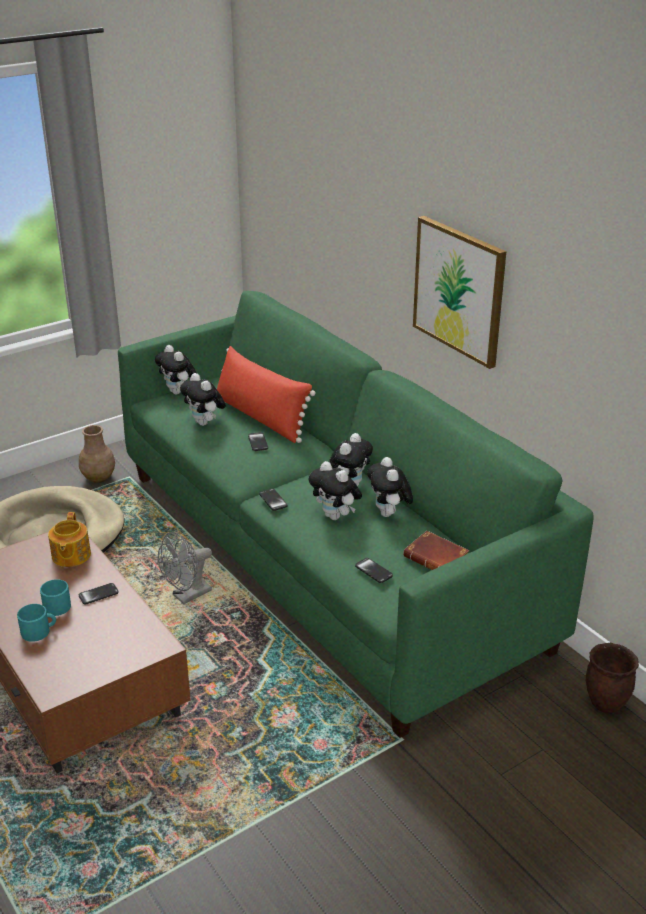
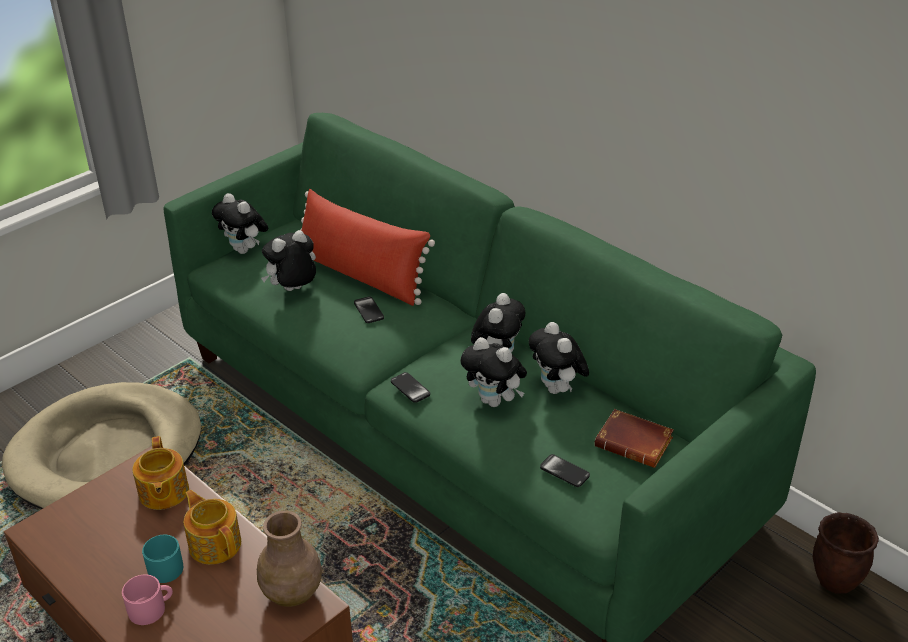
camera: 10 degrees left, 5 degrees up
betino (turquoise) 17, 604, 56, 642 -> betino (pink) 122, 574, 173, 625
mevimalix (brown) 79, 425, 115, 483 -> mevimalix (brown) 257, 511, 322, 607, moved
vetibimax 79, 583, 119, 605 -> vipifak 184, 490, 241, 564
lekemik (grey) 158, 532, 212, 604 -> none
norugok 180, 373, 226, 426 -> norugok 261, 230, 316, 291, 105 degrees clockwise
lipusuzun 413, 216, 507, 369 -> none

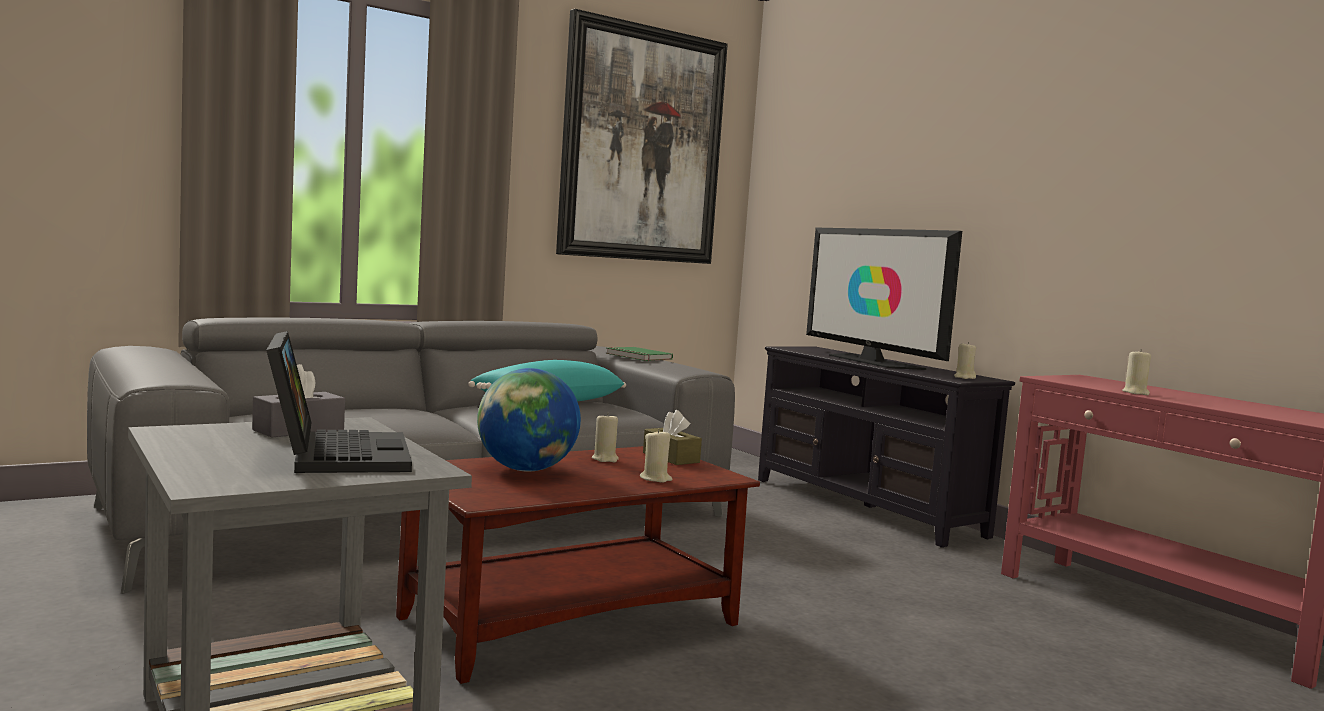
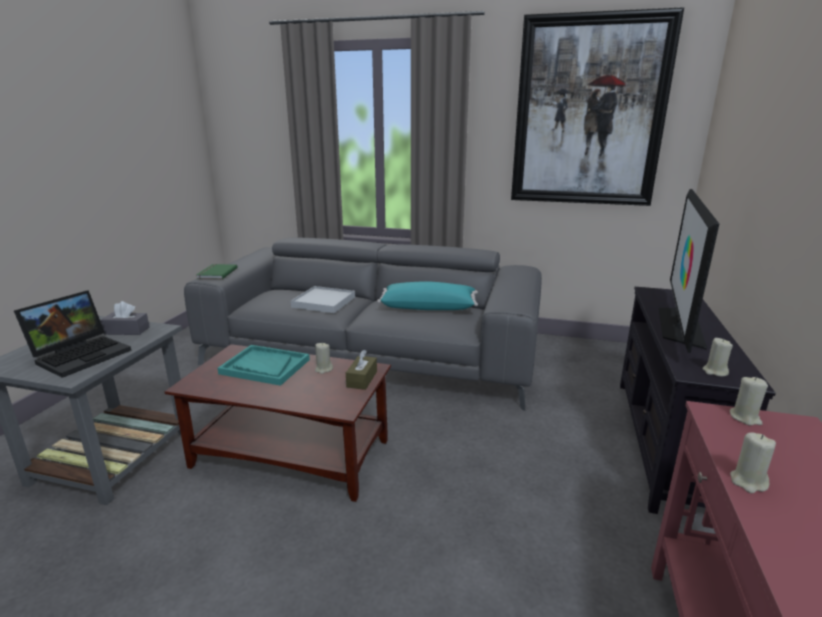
camera: 50 degrees right, 15 degrees up
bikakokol 477, 368, 581, 472 -> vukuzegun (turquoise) 217, 345, 310, 386
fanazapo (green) 606, 347, 673, 361 -> fanazapo (green) 196, 264, 237, 279, moved
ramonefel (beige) 640, 429, 672, 483 -> ramonefel (beige) 730, 377, 768, 426, moved
none -> vukuzegun (white) 291, 286, 355, 313

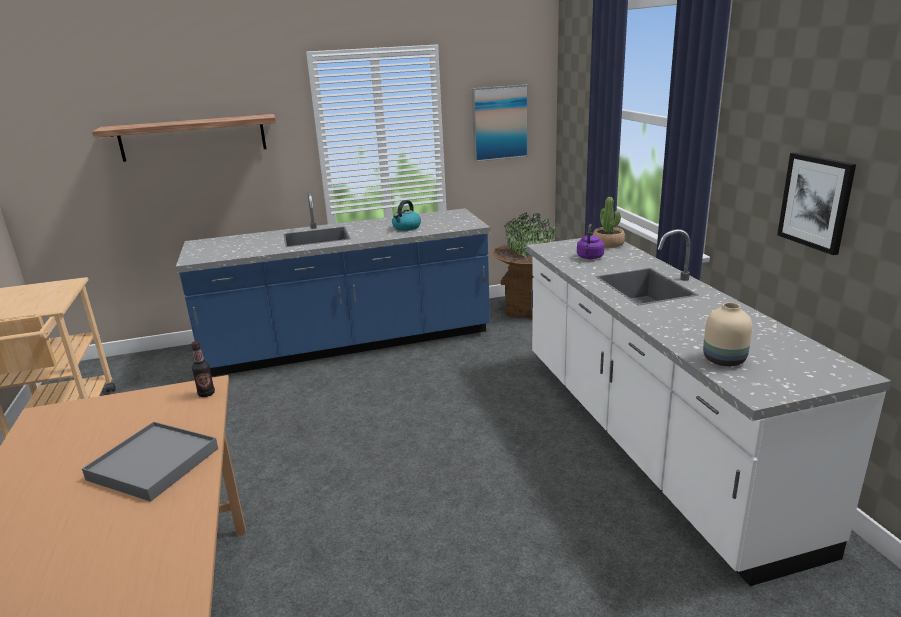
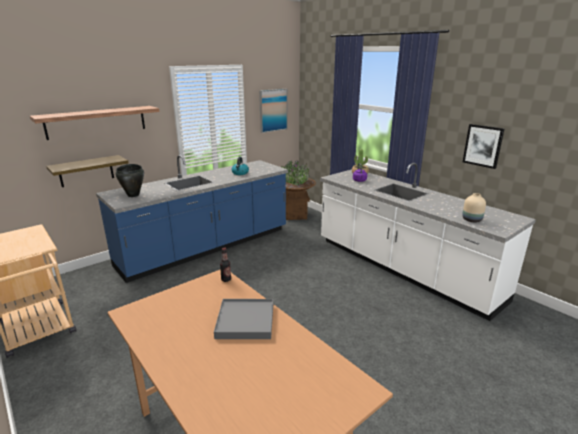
camera: 25 degrees left, 0 degrees up
none -> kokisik 46, 155, 128, 187
none -> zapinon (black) 116, 164, 144, 197

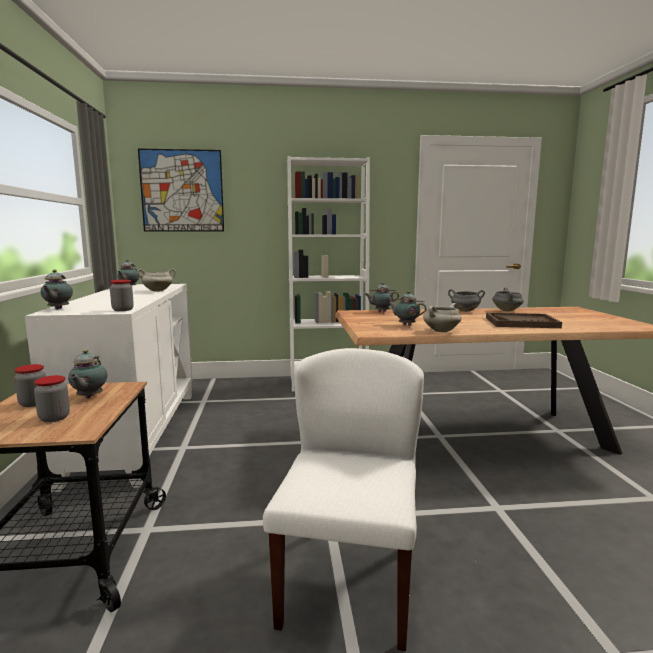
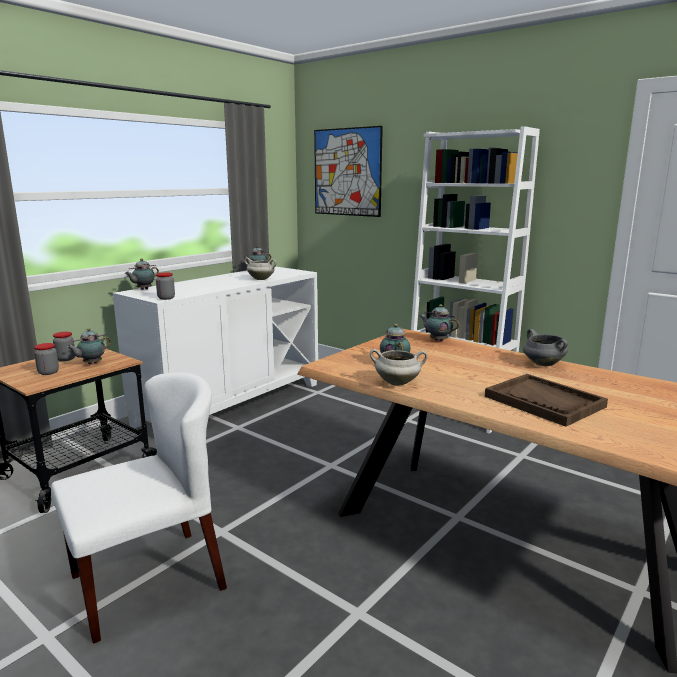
camera: 45 degrees right, 5 degrees up
zapinon (grey) 492, 288, 524, 311 -> none

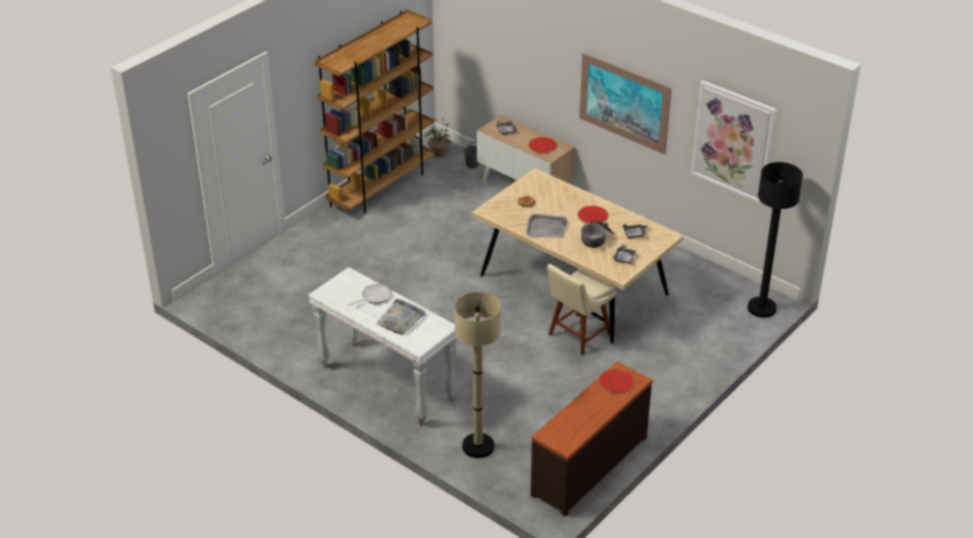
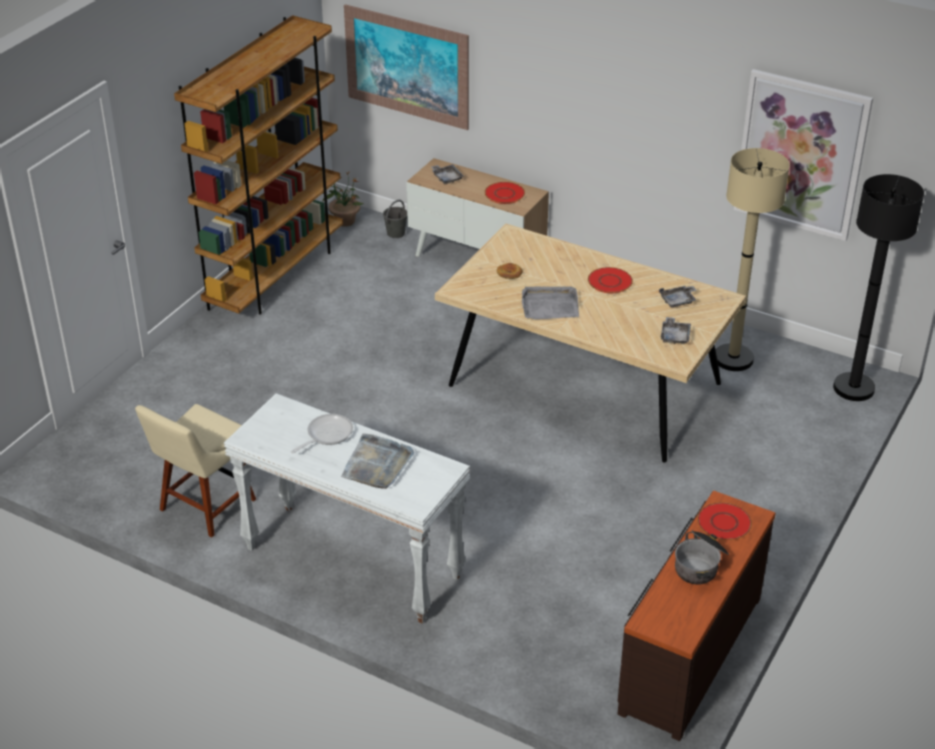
camera: 10 degrees left, 0 degrees up
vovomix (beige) 454, 292, 501, 458 -> vovomix (beige) 716, 148, 790, 371, moved
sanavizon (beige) 547, 264, 616, 355 -> sanavizon (beige) 135, 404, 256, 537, moved
lipusuzun 579, 53, 672, 154 -> lipusuzun 344, 4, 469, 130, moved
zapinon 581, 220, 614, 248 -> zapinon 675, 531, 729, 584, moved

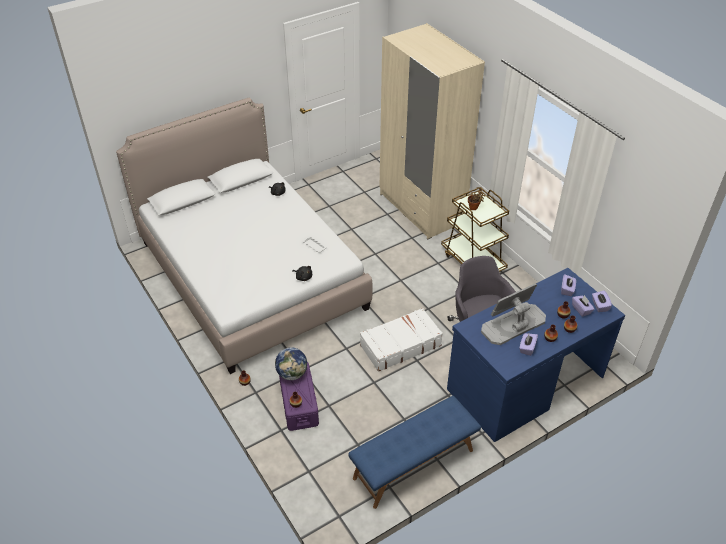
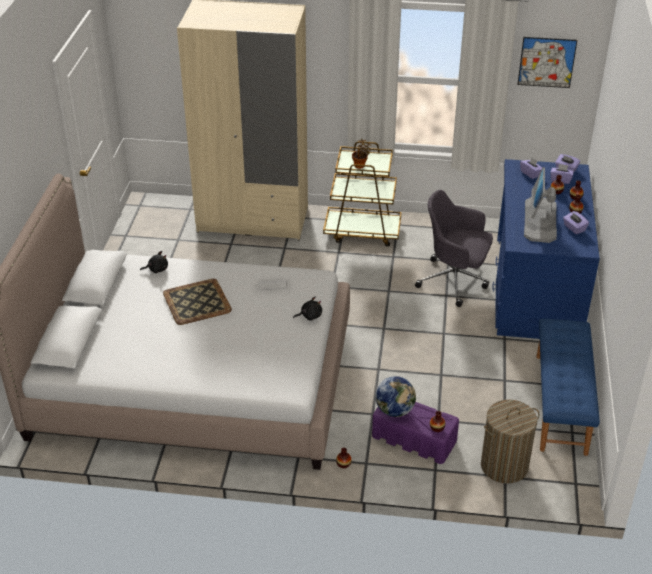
camera: 50 degrees left, 5 degrees down
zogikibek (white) 360, 308, 443, 372 -> none
none -> vukuzegun 163, 279, 232, 325
none -> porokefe 481, 400, 539, 483
none -> lipusuzun 517, 37, 577, 88

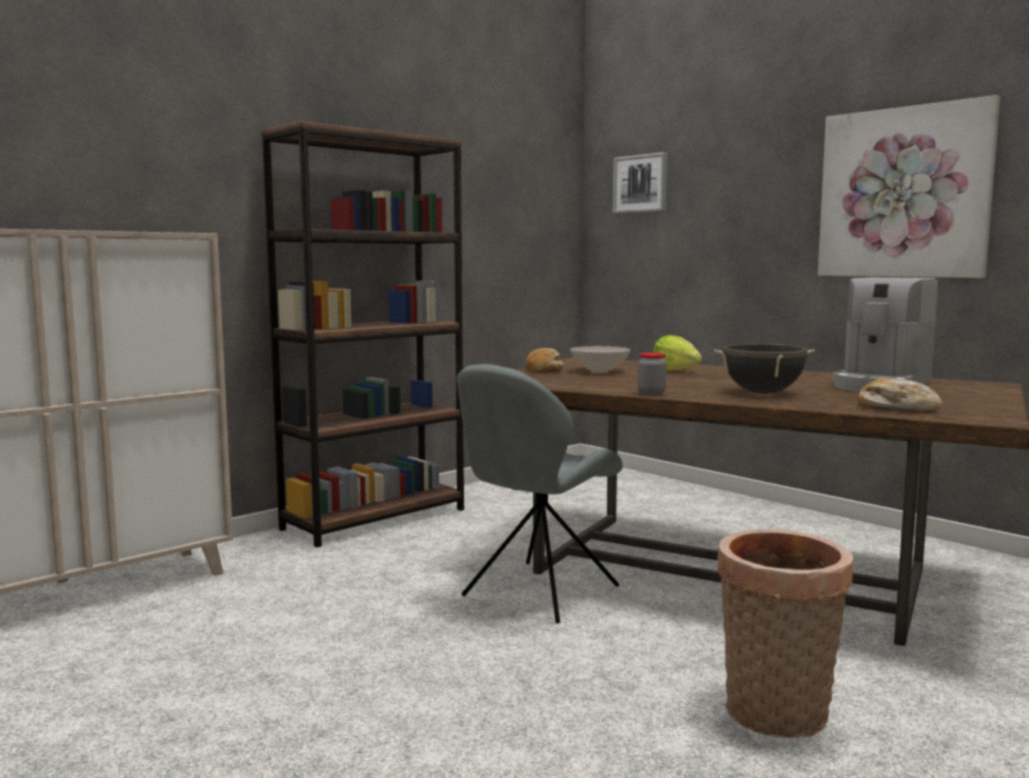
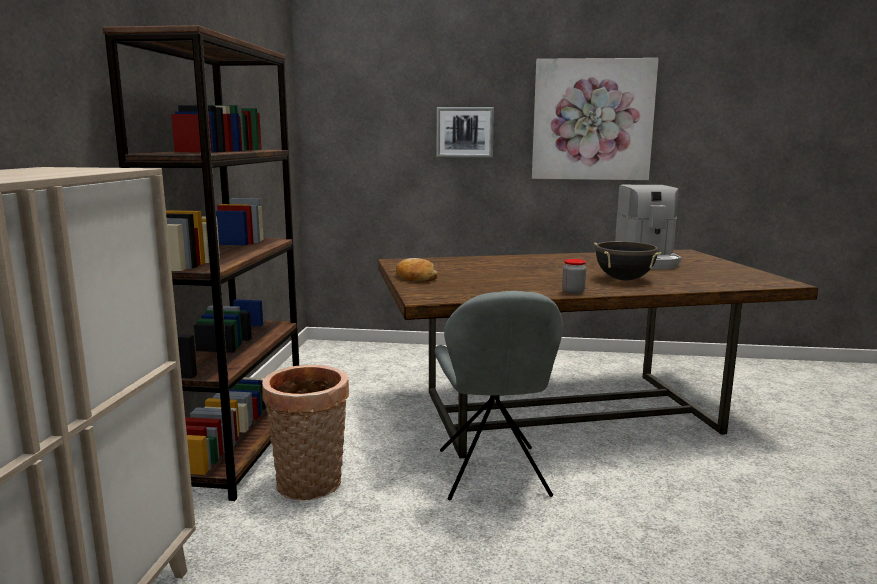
camera: 40 degrees left, 5 degrees up
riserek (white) 570, 346, 630, 373 -> none
lipusuzun 613, 152, 668, 214 -> lipusuzun 437, 107, 494, 158, moved
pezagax 653, 335, 702, 371 -> none
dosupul 717, 529, 853, 738 -> dosupul 262, 365, 349, 500, moved
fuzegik 858, 378, 942, 412 -> none

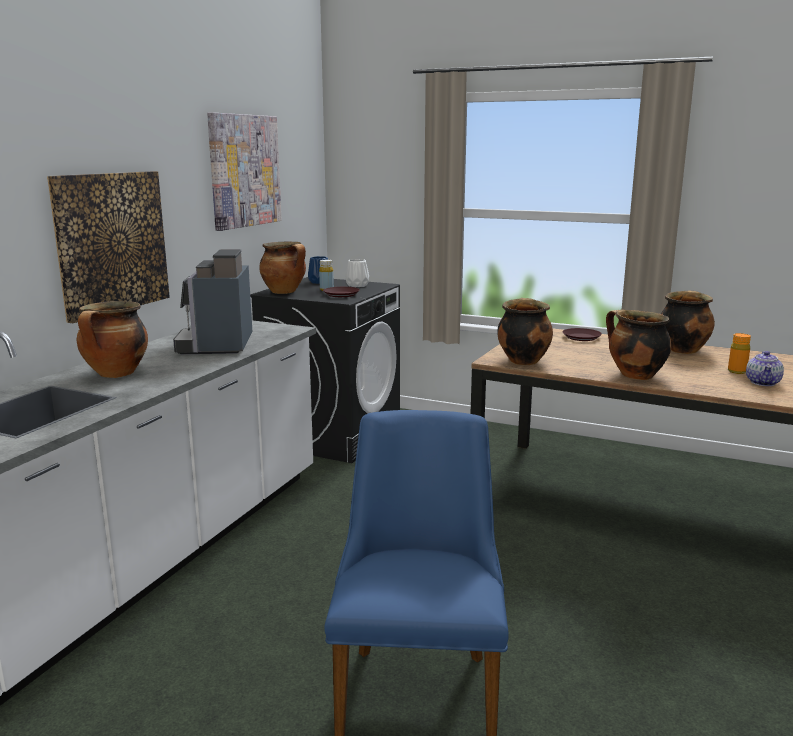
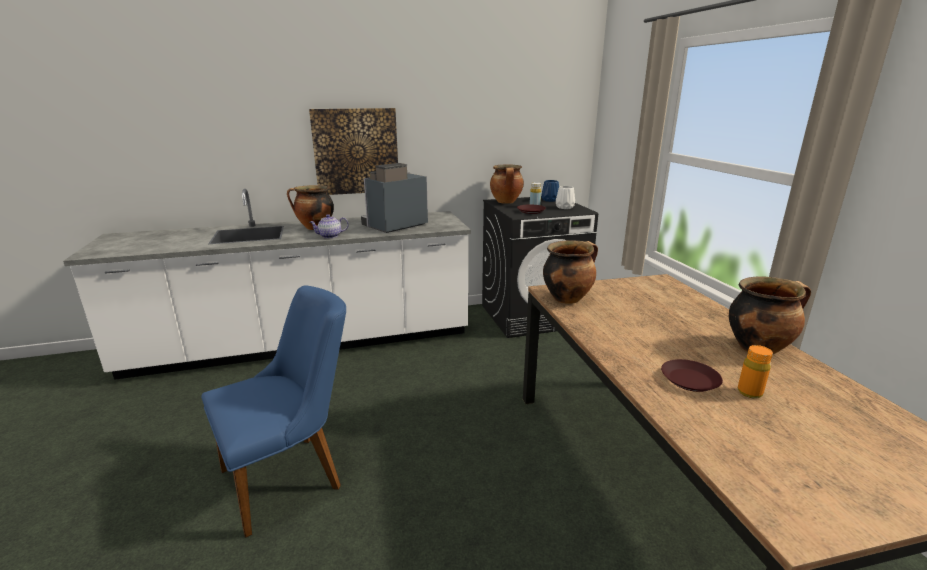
camera: 50 degrees right, 5 degrees up
lipusuzun 207, 112, 282, 231 -> none
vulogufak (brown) 562, 328, 602, 341 -> vulogufak (brown) 661, 359, 723, 392, moved
zapinon 606, 309, 672, 380 -> none
vipifak 746, 351, 784, 386 -> vipifak 309, 214, 349, 238, moved

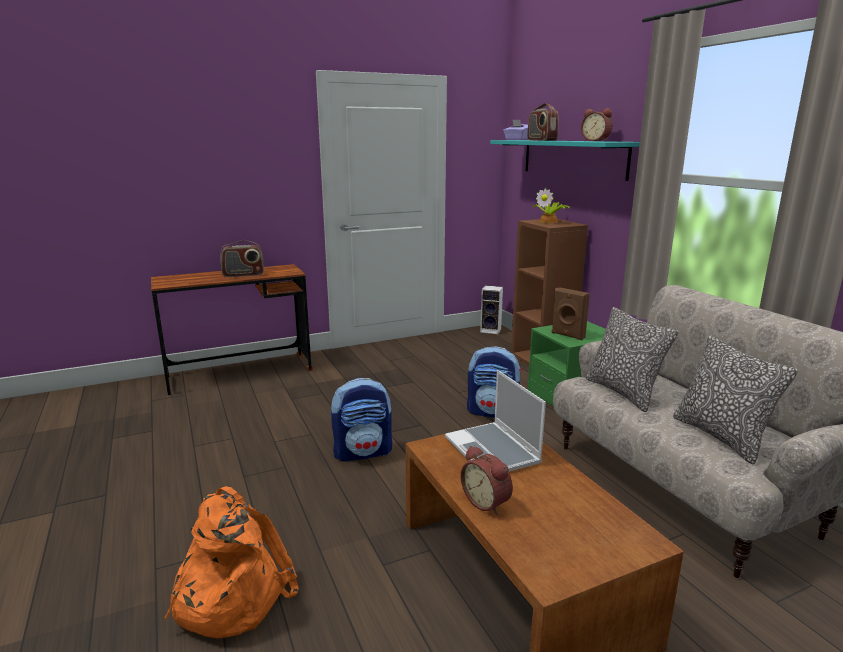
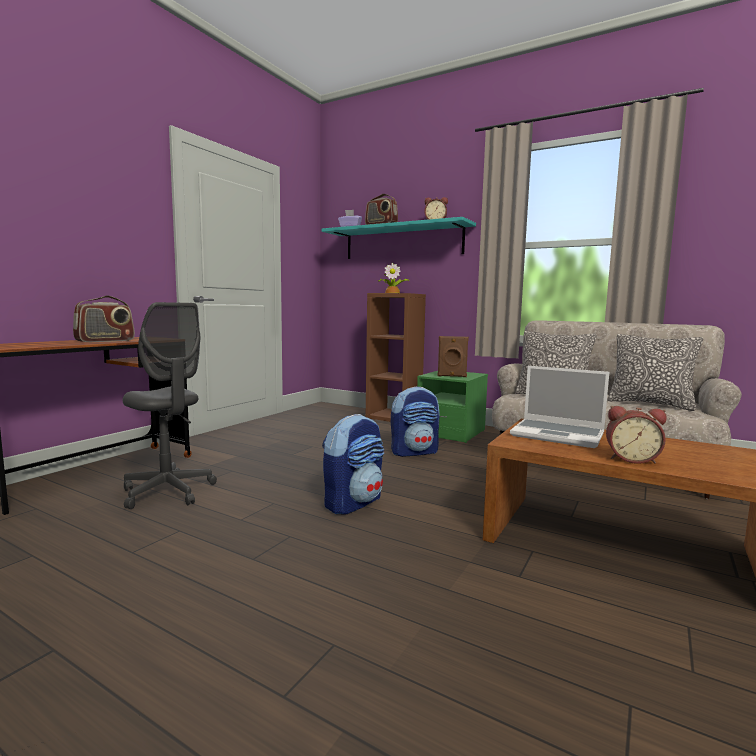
camera: 35 degrees left, 10 degrees down
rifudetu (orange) 164, 486, 298, 639 -> none
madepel 480, 285, 503, 334 -> none
none -> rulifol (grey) 123, 302, 217, 509

